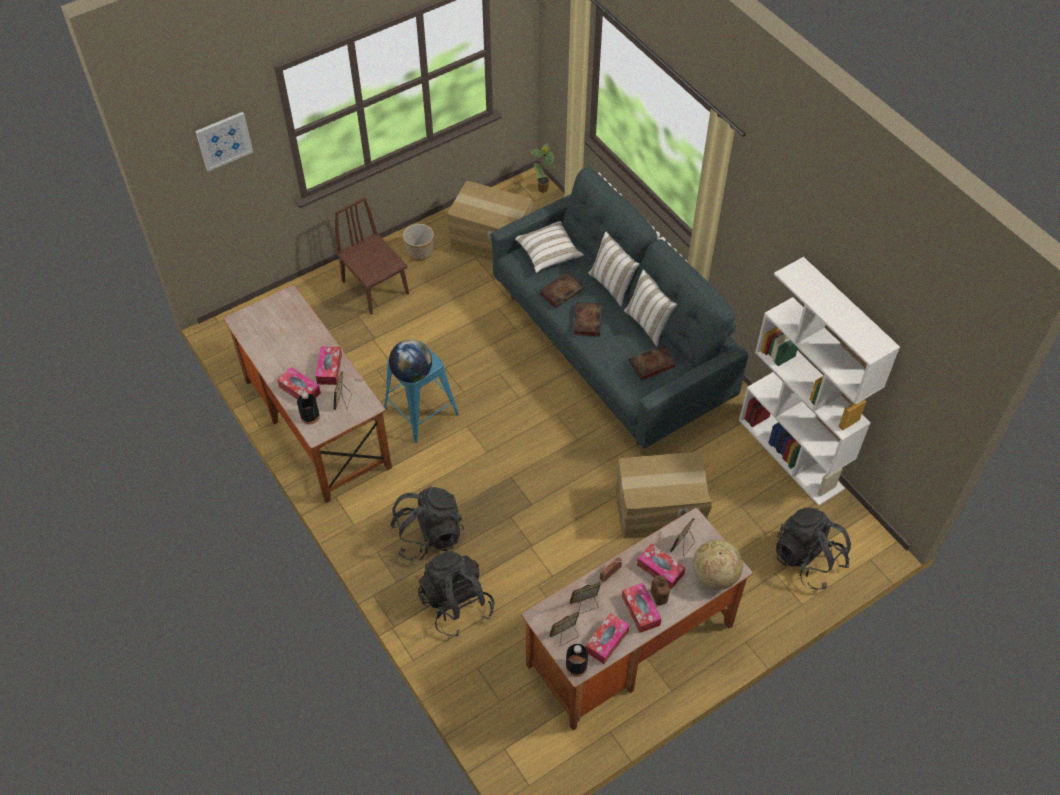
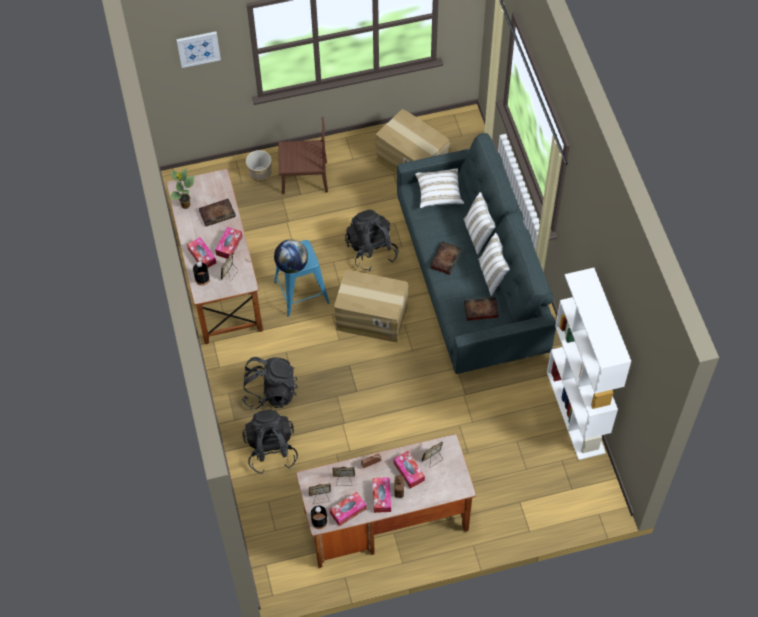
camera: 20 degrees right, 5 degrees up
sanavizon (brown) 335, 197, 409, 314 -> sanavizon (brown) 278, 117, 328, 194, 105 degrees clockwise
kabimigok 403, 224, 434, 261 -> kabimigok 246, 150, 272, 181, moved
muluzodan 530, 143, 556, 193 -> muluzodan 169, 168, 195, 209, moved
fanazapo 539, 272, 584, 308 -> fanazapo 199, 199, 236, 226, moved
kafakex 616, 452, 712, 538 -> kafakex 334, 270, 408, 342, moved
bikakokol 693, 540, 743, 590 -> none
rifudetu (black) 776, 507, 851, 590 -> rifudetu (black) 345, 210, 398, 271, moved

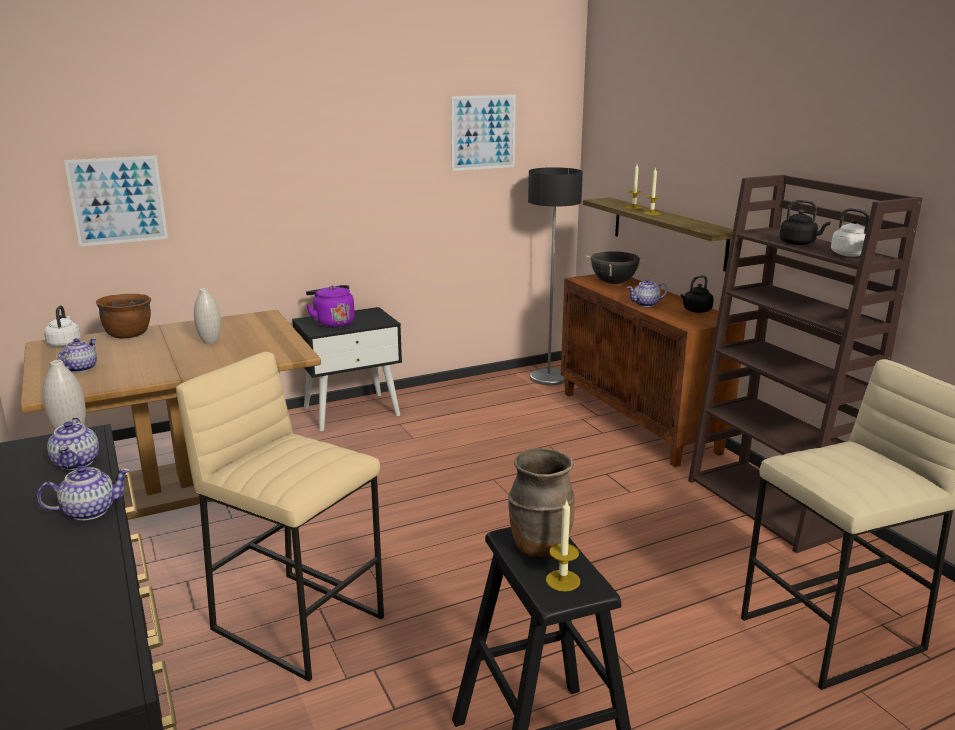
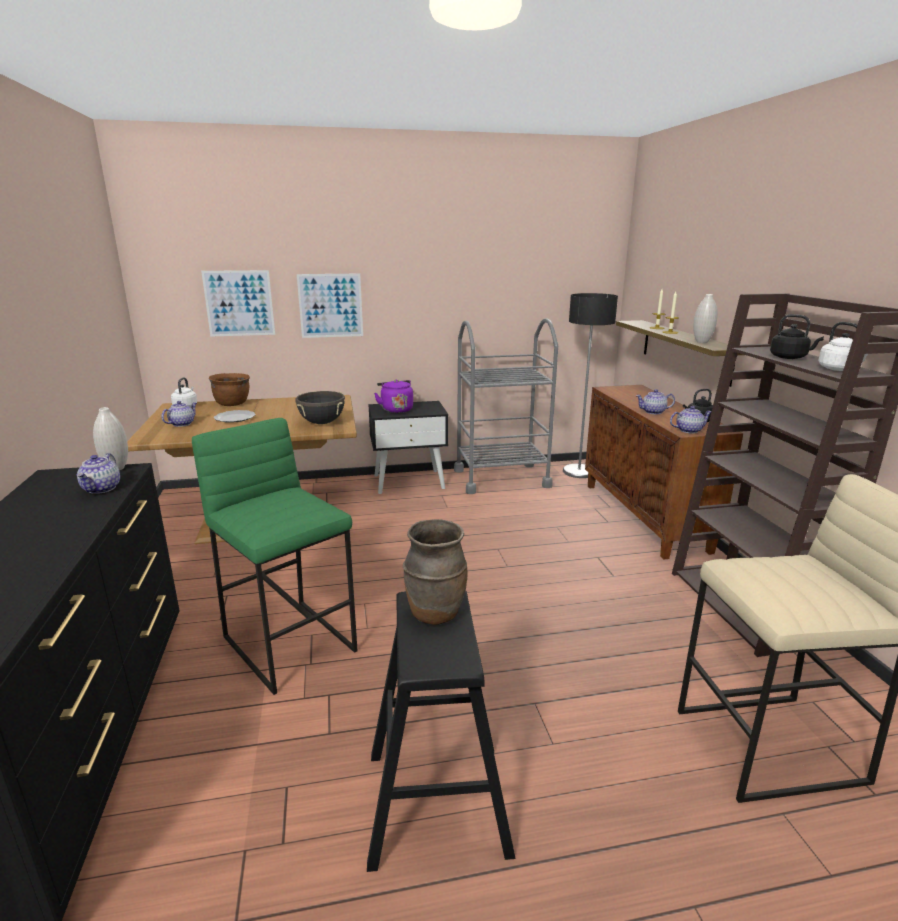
camera: 15 degrees right, 0 degrees up
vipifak 37, 466, 130, 521 -> vipifak 670, 406, 712, 433, moved
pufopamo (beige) 176, 352, 384, 682 -> pufopamo (green) 192, 418, 357, 695
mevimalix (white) 194, 288, 221, 344 -> mevimalix (white) 693, 294, 718, 343, moved
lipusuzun 451, 95, 516, 171 -> lipusuzun 297, 274, 363, 338, moved
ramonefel 546, 499, 580, 592 -> none
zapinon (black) 586, 251, 645, 284 -> zapinon (black) 295, 391, 345, 424, moved
none -> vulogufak 214, 410, 256, 423
none -> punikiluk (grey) 454, 319, 558, 494

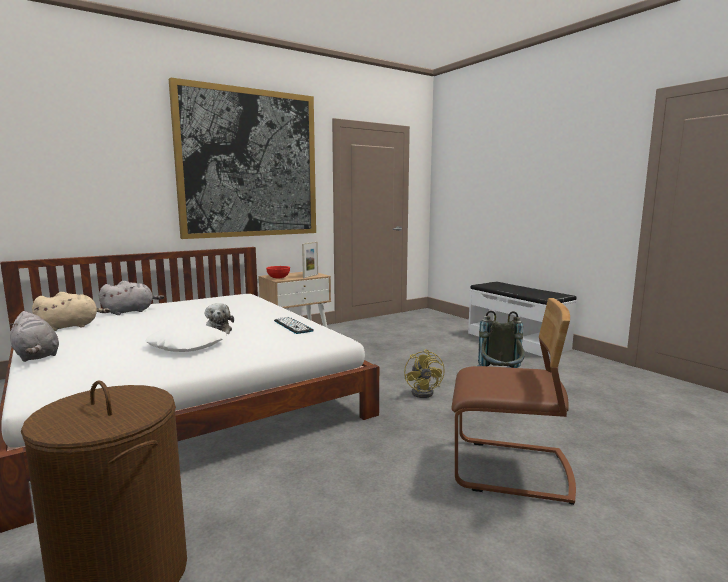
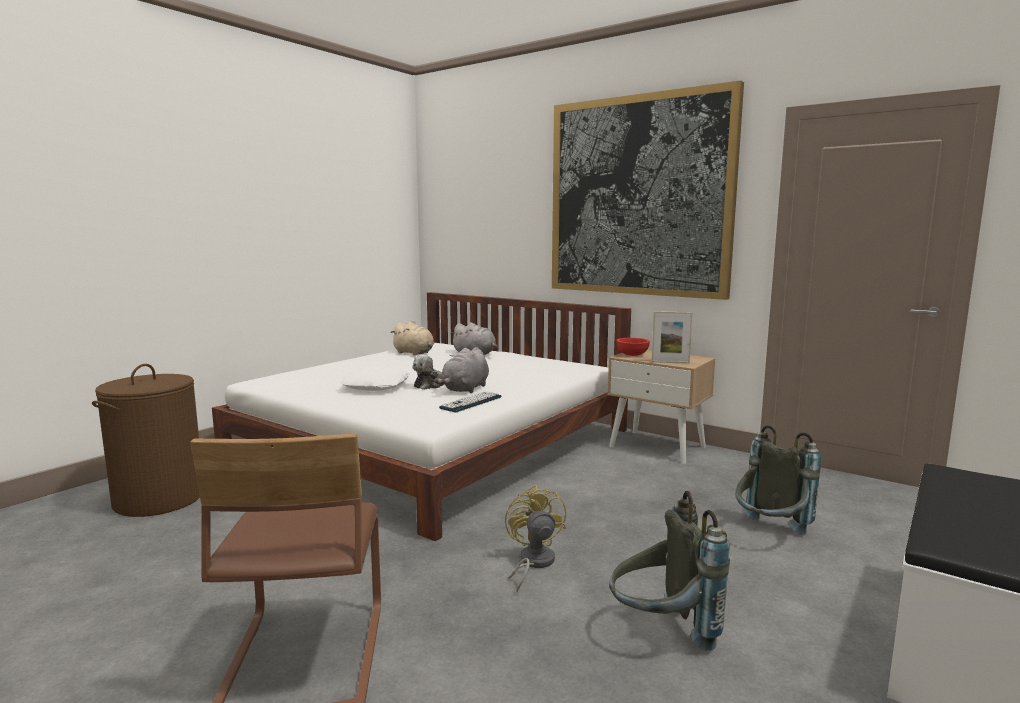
camera: 70 degrees right, 0 degrees up
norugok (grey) 10, 311, 59, 362 -> norugok (grey) 434, 347, 489, 393, moved
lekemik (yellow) 404, 349, 445, 398 -> lekemik (yellow) 505, 485, 566, 592, 105 degrees clockwise
none -> rifudetu (grey) 736, 425, 821, 535

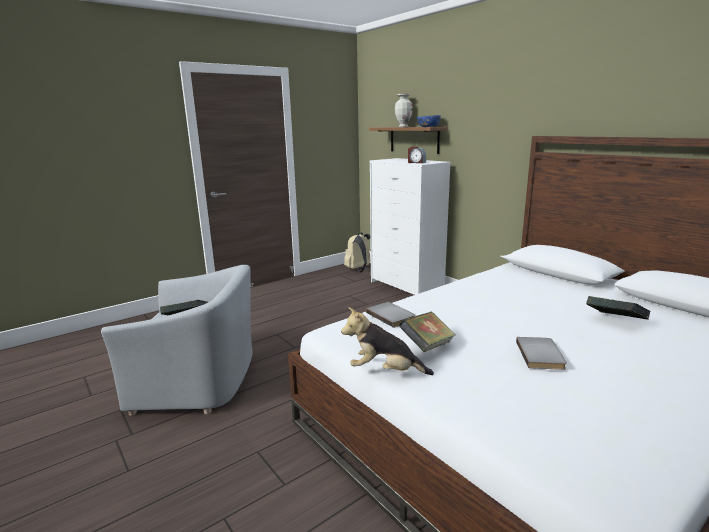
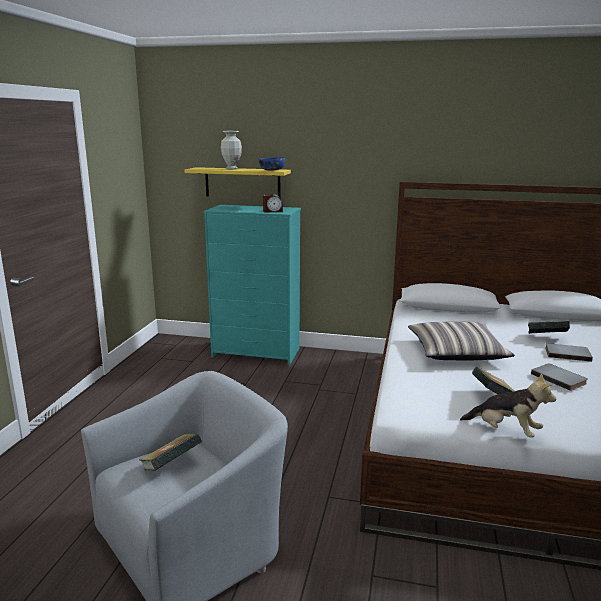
camera: 40 degrees left, 0 degrees up
norugok 341, 307, 434, 375 -> norugok 460, 373, 556, 438, 120 degrees counterclockwise
rifudetu (beige) 344, 232, 371, 272 -> none
fanazapo (grey) 366, 302, 415, 328 -> fanazapo (grey) 545, 343, 593, 362, moved
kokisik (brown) 369, 127, 448, 154 -> kokisik (yellow) 184, 167, 291, 197
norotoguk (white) 369, 158, 451, 295 -> norotoguk (turquoise) 204, 205, 301, 365
none -> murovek 408, 322, 515, 360

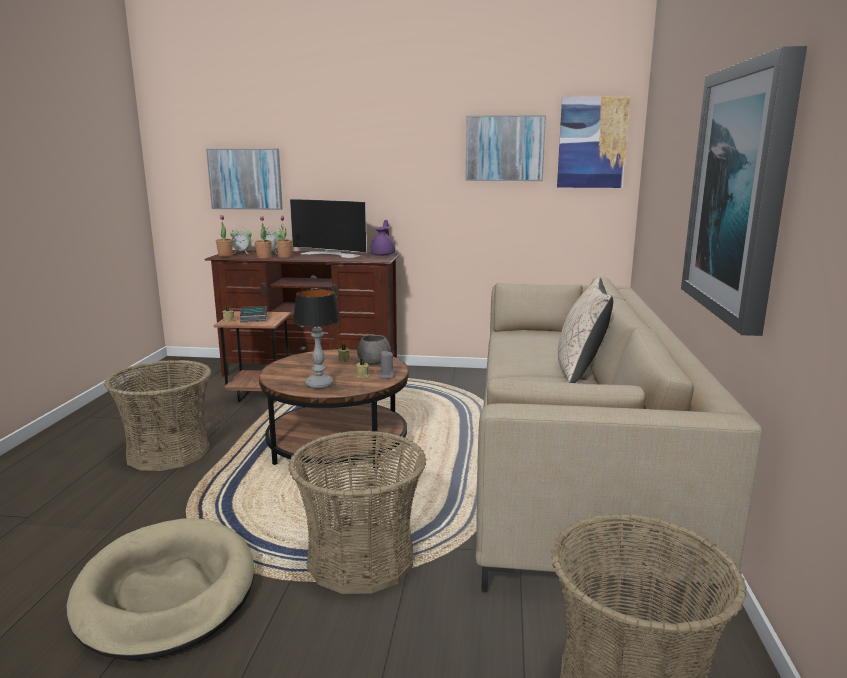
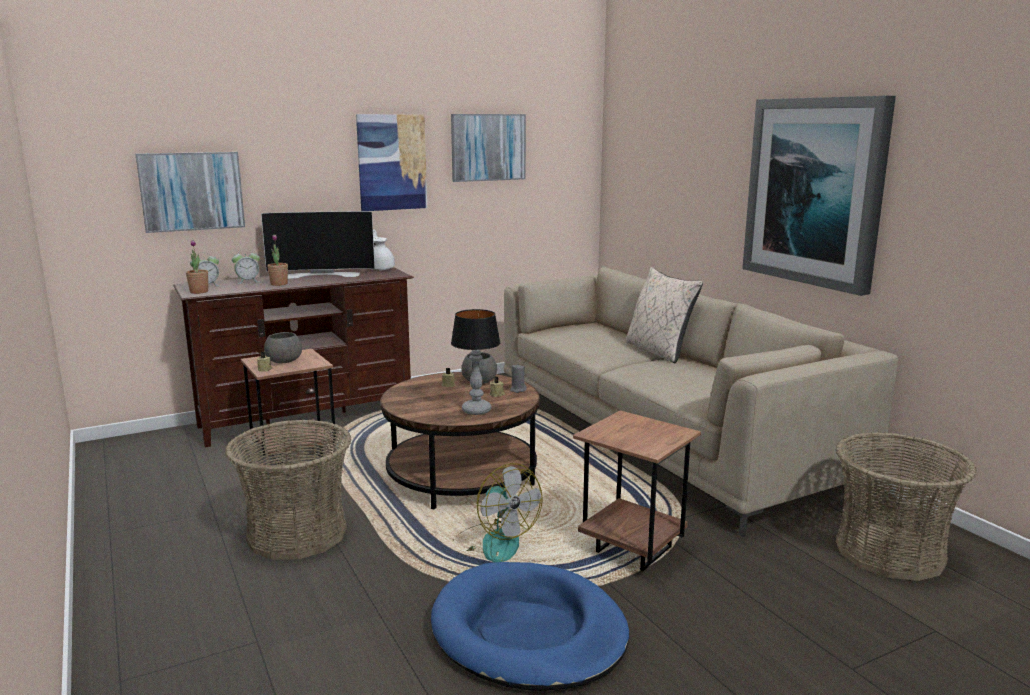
camera: 35 degrees left, 0 degrees up
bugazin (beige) 66, 518, 254, 661 -> bugazin (blue) 431, 562, 629, 691
fanazapo 239, 306, 267, 322 -> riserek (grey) 264, 332, 302, 363
muluzodan 255, 216, 272, 259 -> none
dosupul 288, 430, 426, 594 -> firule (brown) 573, 410, 701, 571
vipifak (purple) 371, 220, 395, 256 -> vipifak (white) 372, 229, 395, 271
lipusuzun 557, 96, 630, 188 -> lipusuzun 356, 114, 427, 211, moved
none -> lekemik 454, 463, 543, 562

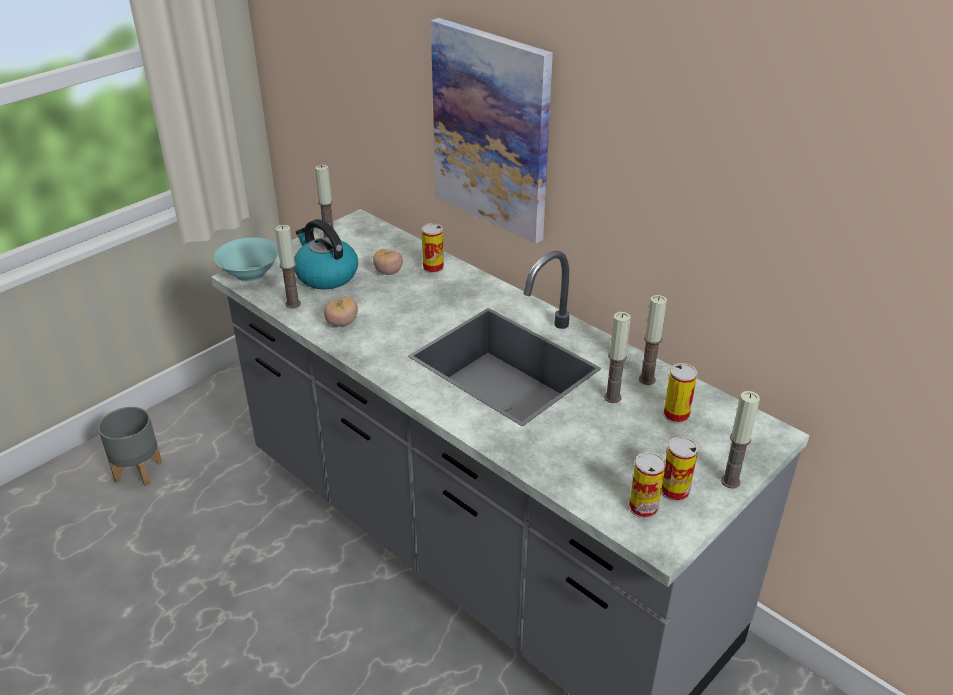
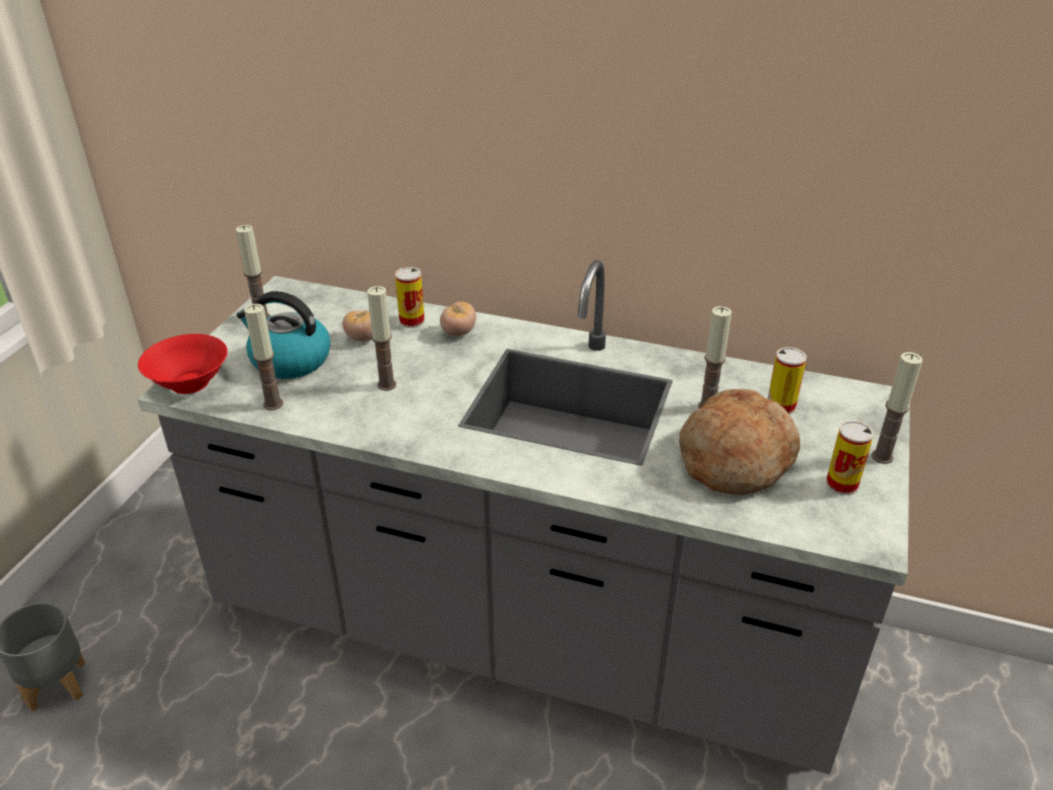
camera: 25 degrees left, 0 degrees up
riserek (turquoise) 214, 237, 279, 282 -> riserek (red) 138, 334, 228, 394
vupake 324, 297, 358, 327 -> vupake 440, 302, 476, 336, moved
lipusuzun 431, 18, 553, 244 -> none
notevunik 629, 452, 666, 519 -> none
ramonefel 639, 295, 667, 385 -> ramonefel 367, 286, 396, 391, moved
none -> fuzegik 679, 389, 800, 495

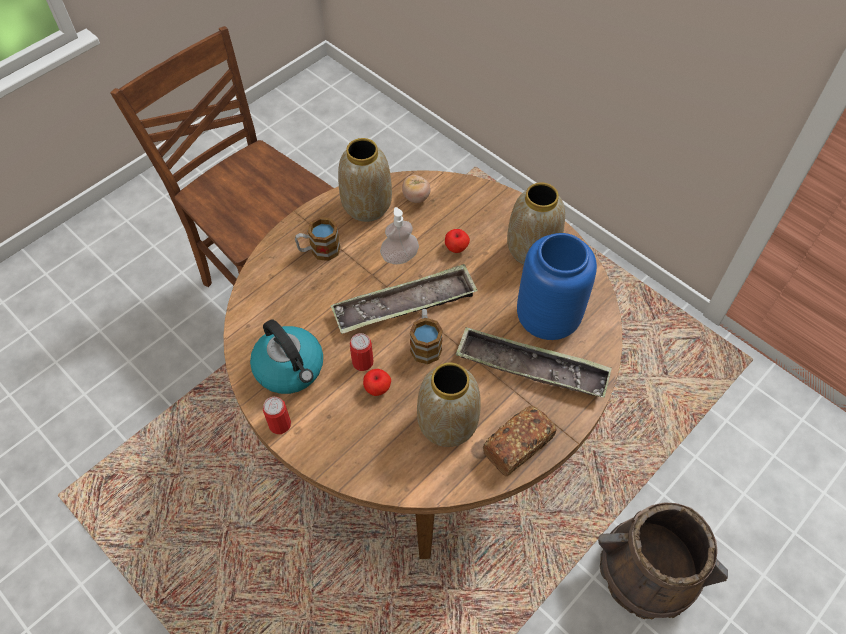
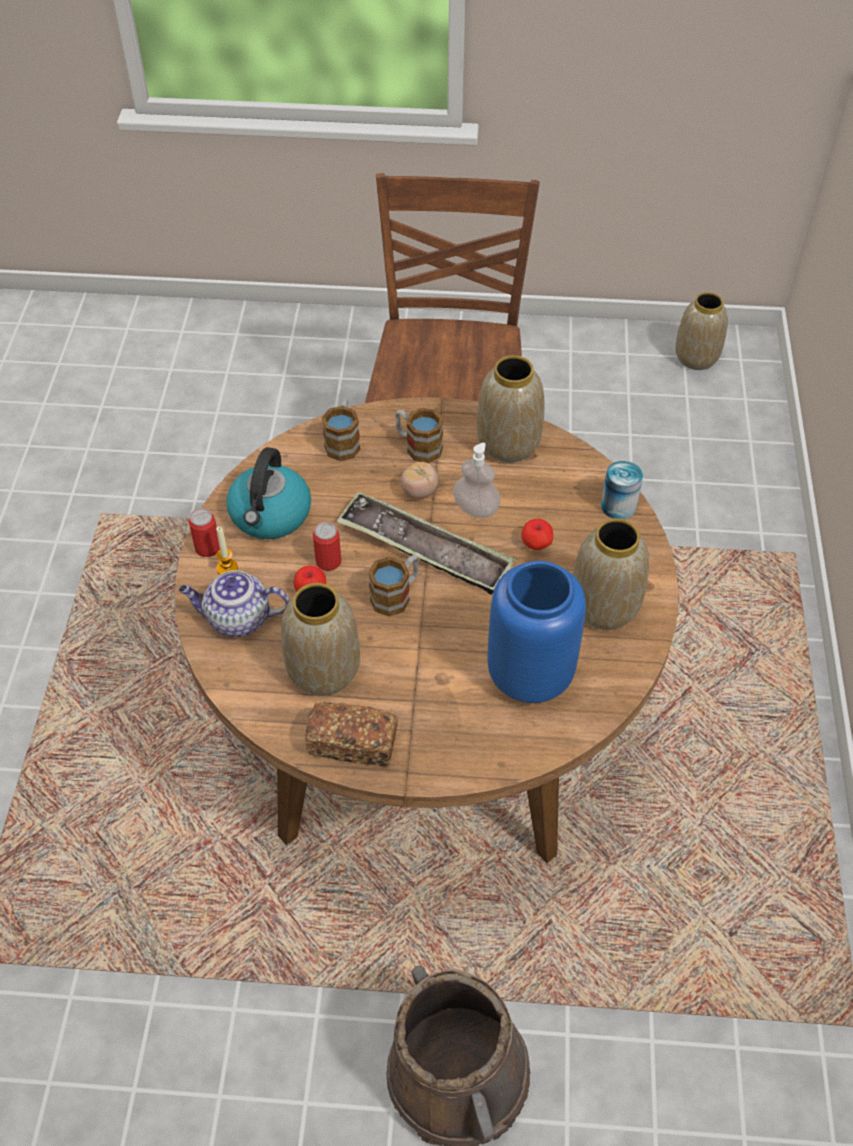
camera: 50 degrees right, 5 degrees down
vupake 402, 175, 431, 203 -> vupake 401, 462, 438, 499, moved
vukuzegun 456, 327, 612, 398 -> none
none -> vipifak 179, 570, 289, 637
none -> ramonefel 216, 527, 238, 575
none -> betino 322, 399, 360, 461
none -> notevunik 601, 461, 643, 520
none -> mevimalix 675, 292, 728, 370

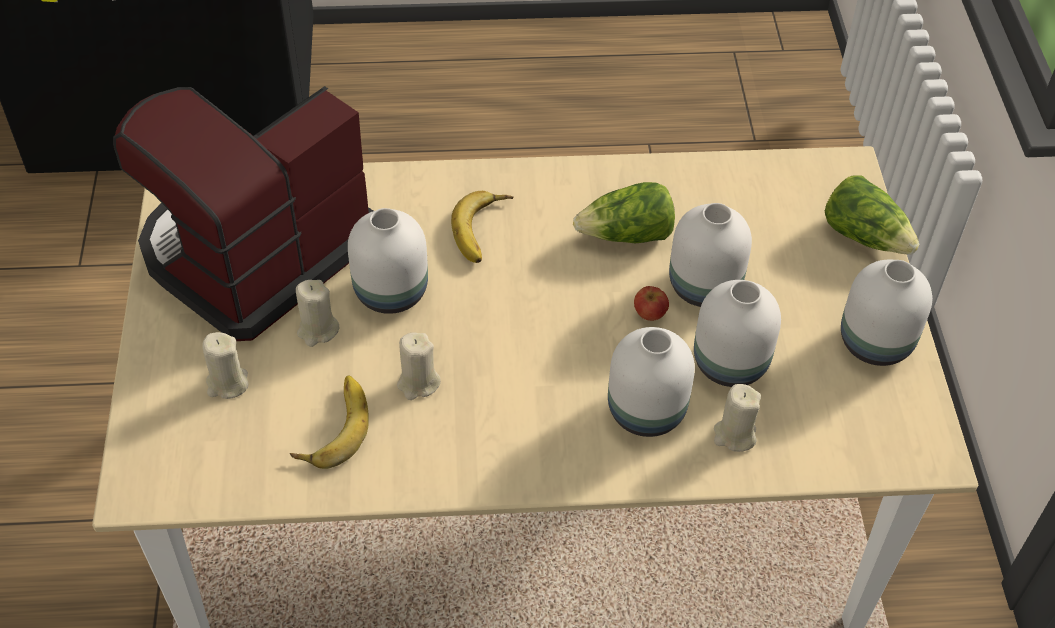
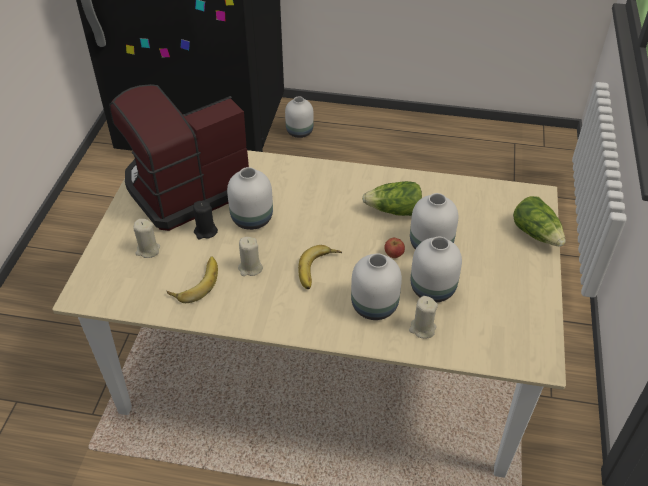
camera: 15 degrees right, 5 degrees down
ramonefel (beige) 296, 280, 340, 347 -> ramonefel (black) 193, 201, 218, 239
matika 451, 191, 513, 263 -> matika 298, 245, 342, 289, moved
mevimalix (white) 841, 260, 932, 366 -> mevimalix (white) 285, 96, 314, 138, moved

